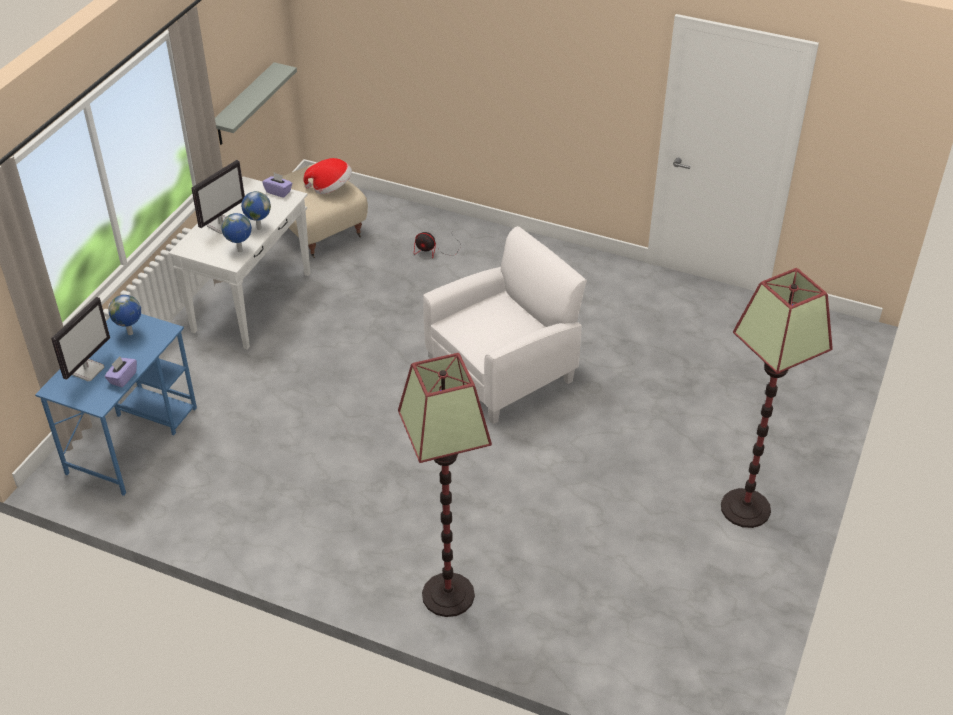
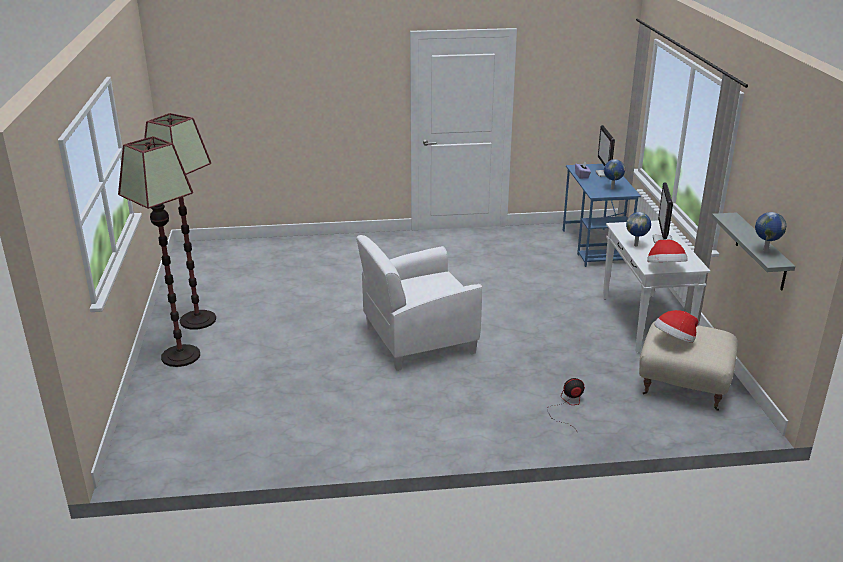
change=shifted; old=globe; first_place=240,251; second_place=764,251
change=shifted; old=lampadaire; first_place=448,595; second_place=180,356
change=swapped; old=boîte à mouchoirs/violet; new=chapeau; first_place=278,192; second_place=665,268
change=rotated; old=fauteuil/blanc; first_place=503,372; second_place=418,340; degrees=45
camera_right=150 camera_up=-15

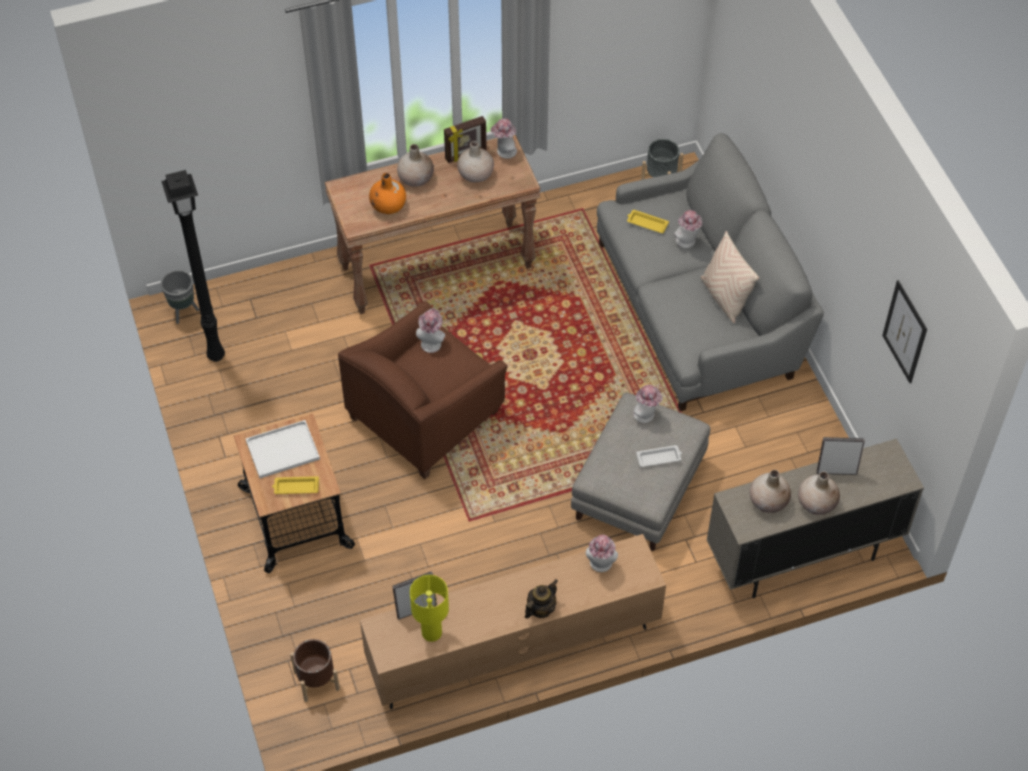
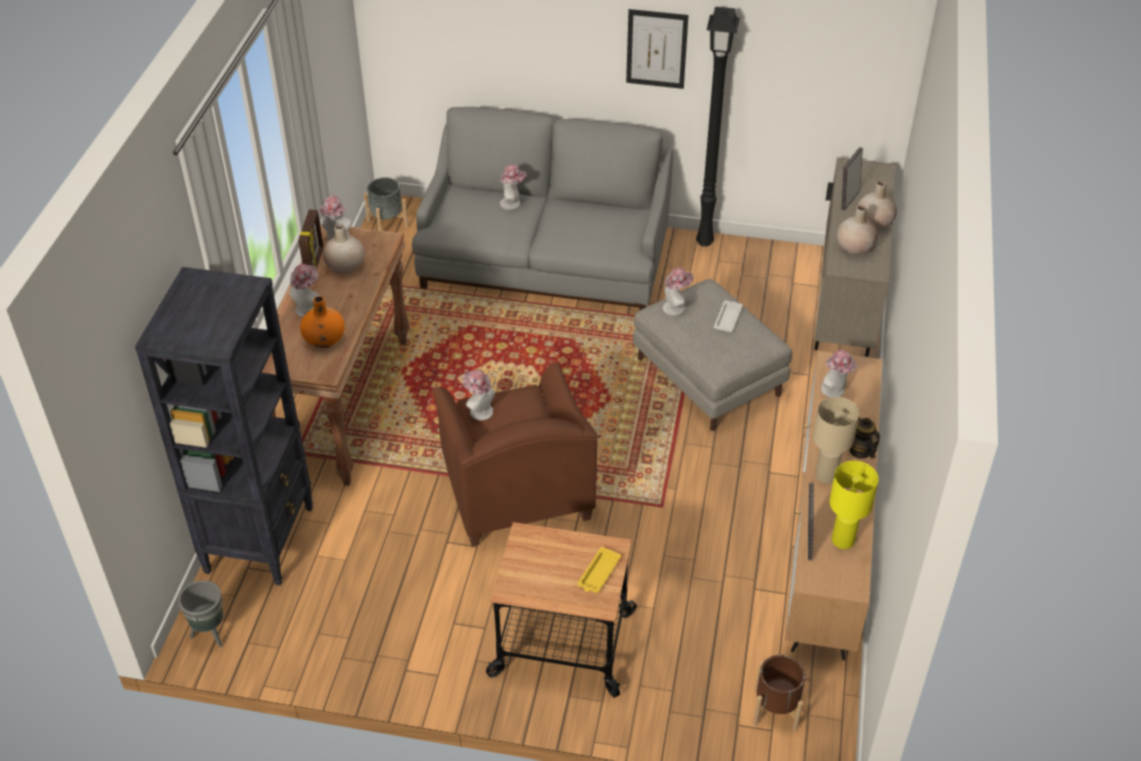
change=gone; old=plateau/blanc; first_place=281,451
change=gone; old=plateau/jaune; first_place=646,223
change=gone; old=coussin/beige; first_place=724,297
change=new; new=bibliothèque/noir; second_place=260,539
change=new; new=lampe de table/beige; second_place=826,475
change=shifted; old=lampadaire/noir; first_place=217,356; second_place=706,241
change=shifted; old=tableau; first_place=905,332; second_place=656,49
change=swapped; old=vase/beige; new=chapeau; first_place=415,178; second_place=308,307
camera_right=-60 camera_up=-10

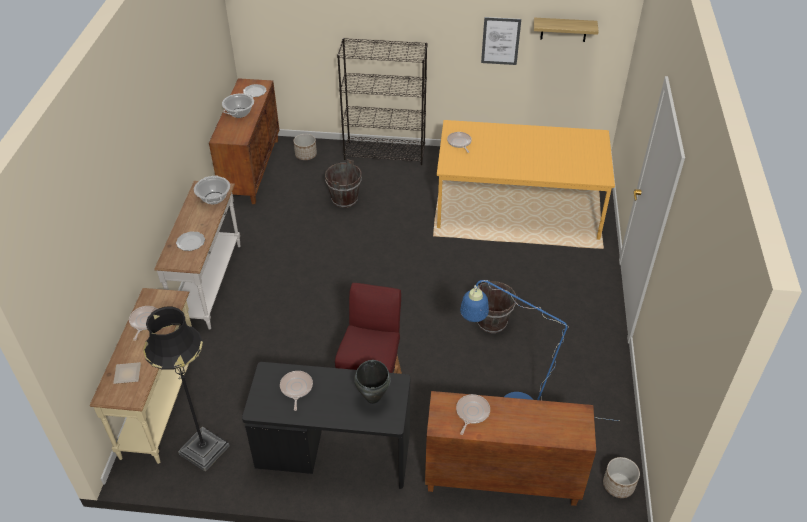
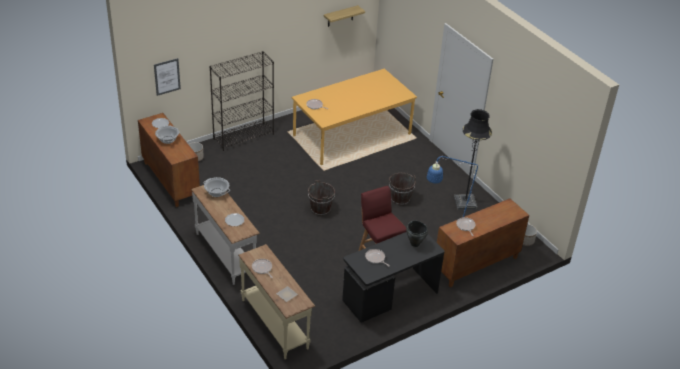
change=shifted; old=lampadaire/noir; first_place=204,450; second_place=465,203
change=shifted; old=seau/marron; first_place=345,199; second_place=320,209
change=shifted; old=tableau; first_place=500,41; second_place=167,76
camera_right=-40 camera_up=-5

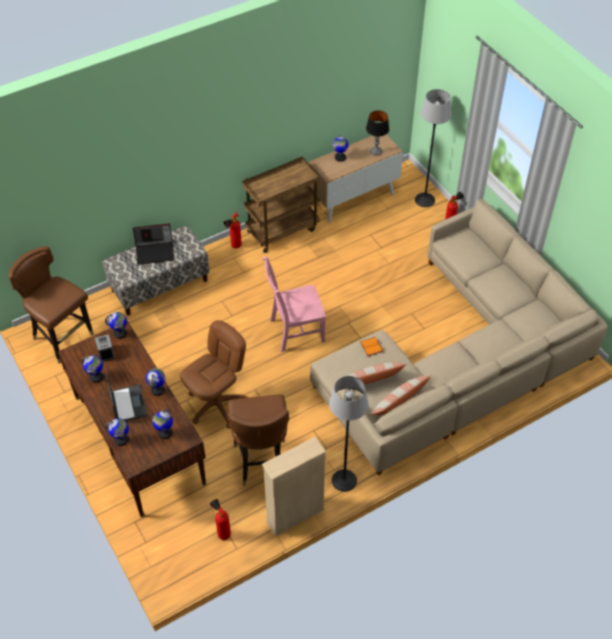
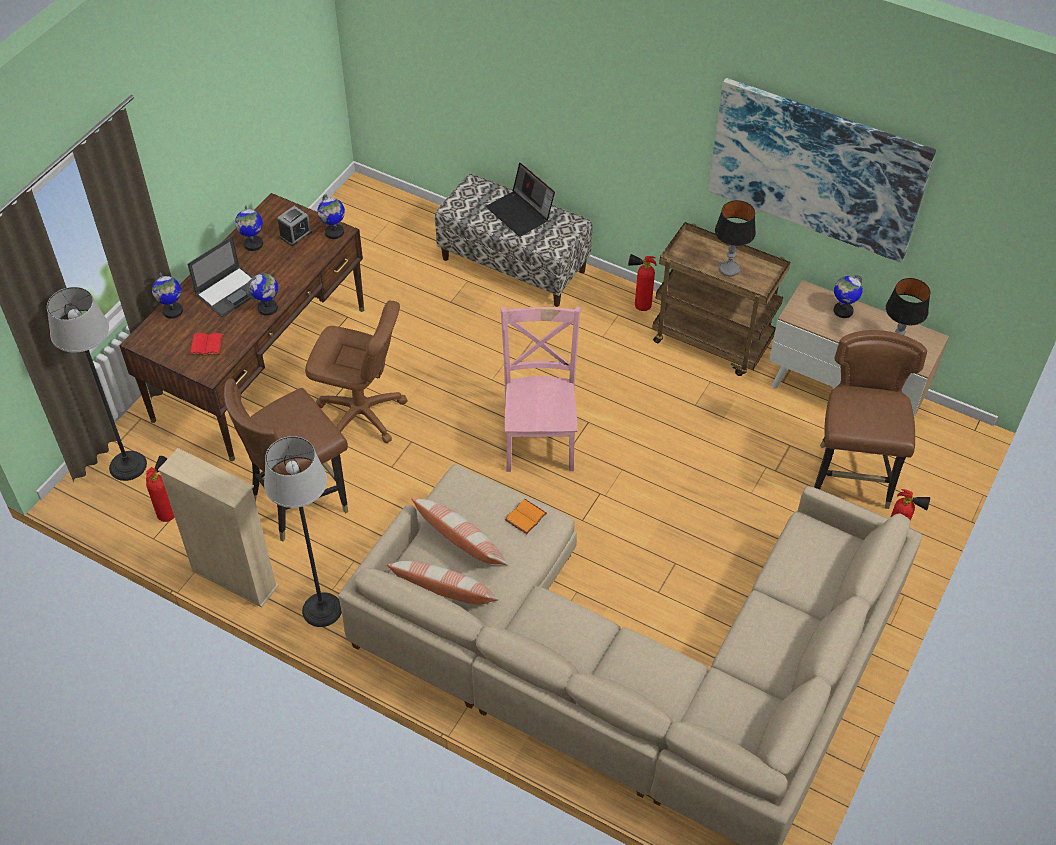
change=new; new=tableau; second_place=816,169
change=new; new=lampe de table; second_place=729,269
change=shifted; old=chaise/marron; first_place=63,339; second_place=850,478
change=shifted; old=lampadaire; first_place=424,200; second_place=127,465
change=swapped; old=globe; new=livre/rouge; first_place=165,433; second_place=205,346
change=rotated; old=chaise/rose; first_place=294,331; second_place=540,438; degrees=45
camera_right=60 camera_up=0

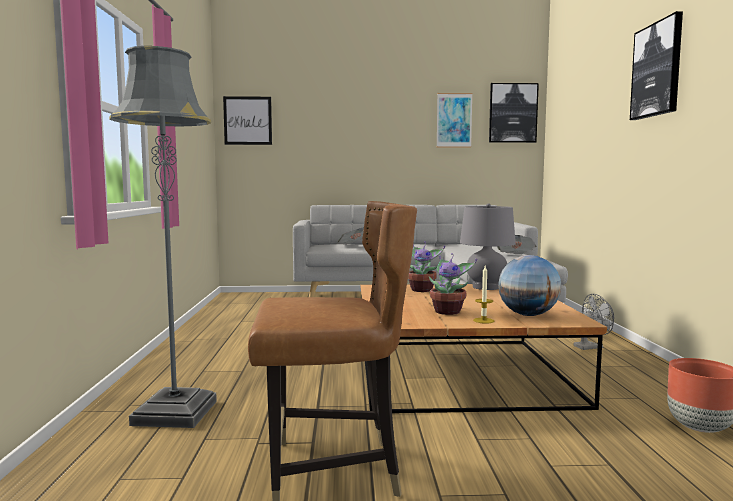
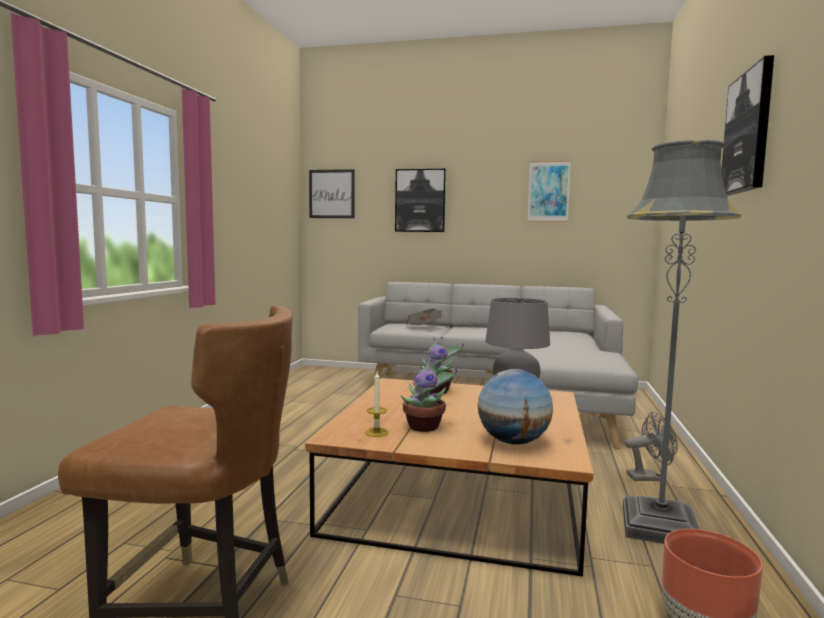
change=gone; old=journal; first_place=515,256
change=shifted; old=lampadaire/gris; first_place=175,413; second_place=659,526
change=shifted; old=bougie; first_place=483,320; second_place=376,432
change=shifted; old=tableau; first_place=512,113; second_place=420,200
camera_right=15 camera_up=0

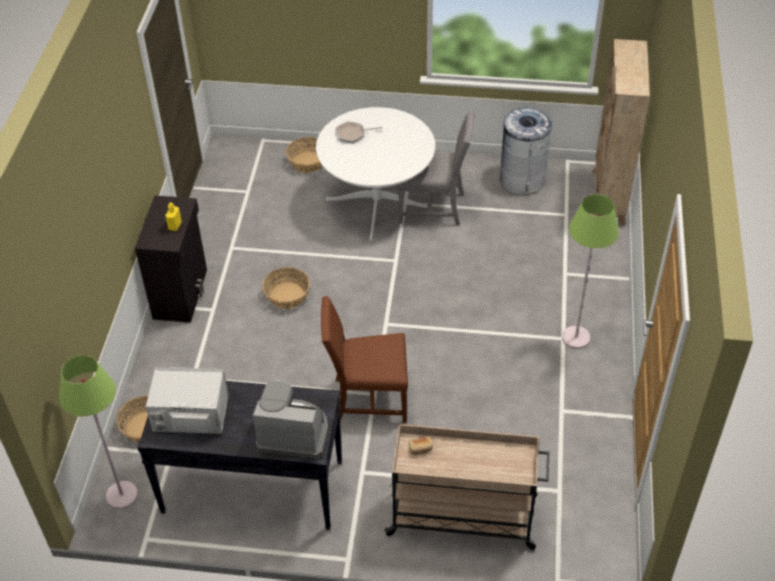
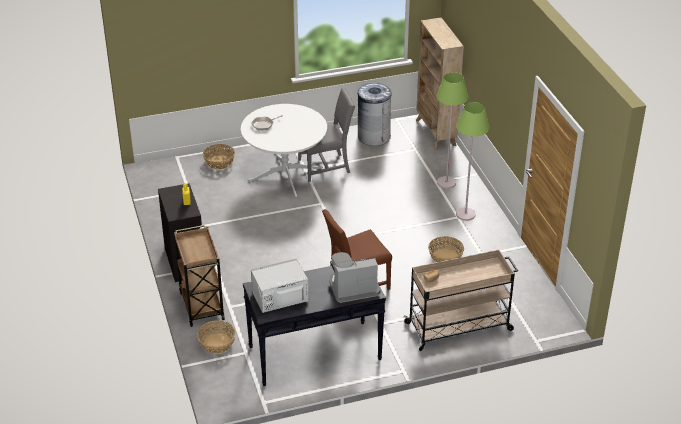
change=new; new=chariot/marron; second_place=201,305
change=shifted; old=lampadaire/vert; first_place=122,495; second_place=446,182
change=shifted; old=panier; first_place=287,295; second_place=445,257
camera_right=-25 camera_up=-10

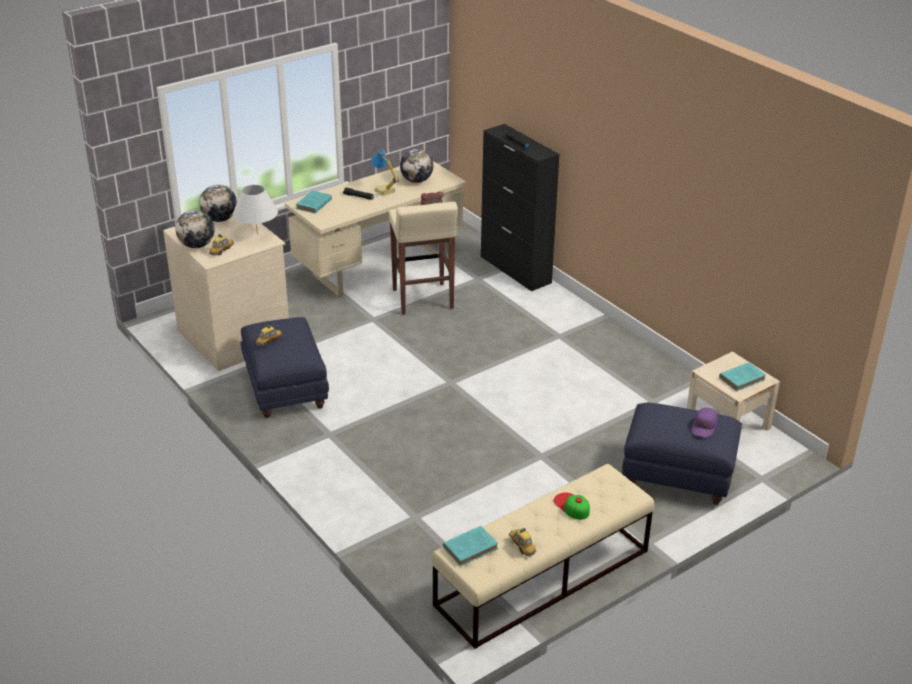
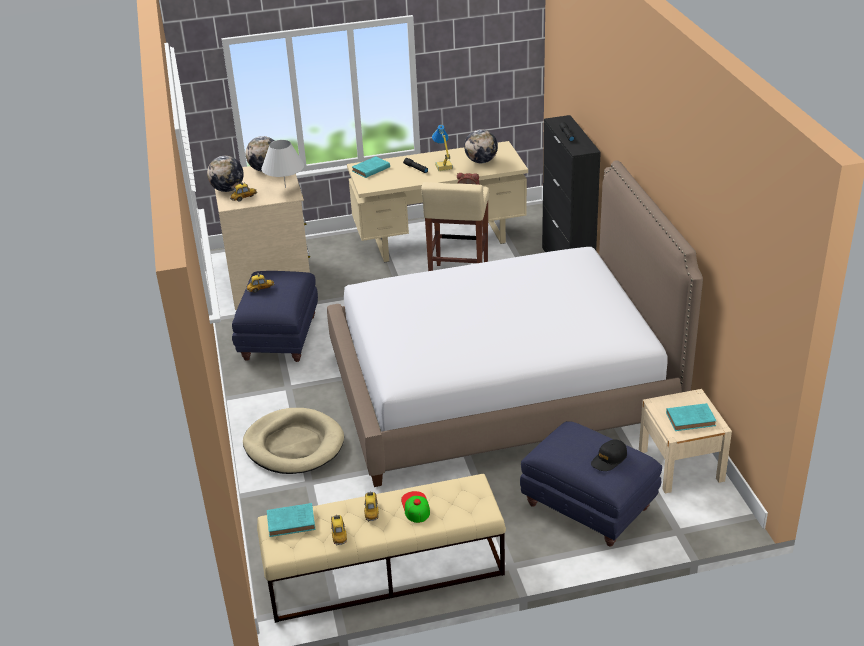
change=new; new=panier pour chien/beige; second_place=294,445
change=new; new=lit; second_place=501,390
change=new; new=petite voiture; second_place=371,510
change=repainted; old=casquette/violet; new=casquette/noir; first_place=704,426; second_place=609,459
camera_right=25 camera_up=0

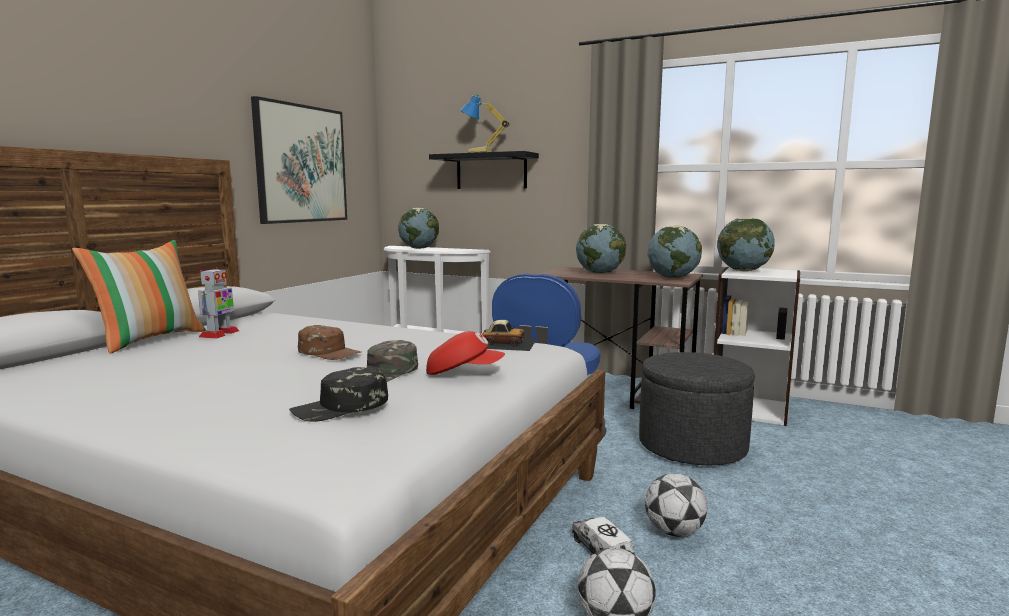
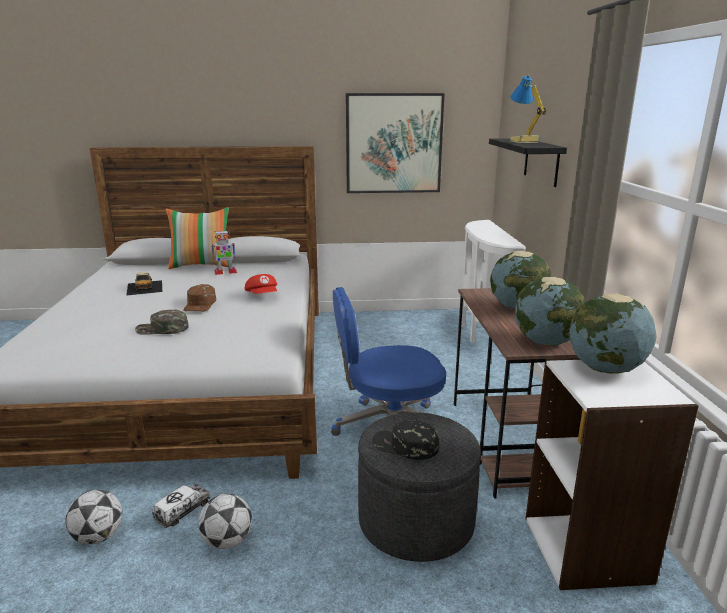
change=gone; old=globe; first_place=419,248
change=shifted; old=casquette/noir; first_place=341,407; second_place=405,446
change=shifted; old=casquette/rouge; first_place=463,373; second_place=263,296
change=shifted; old=petite voiture; first_place=503,343; second_place=145,287
camera_right=60 camera_up=10

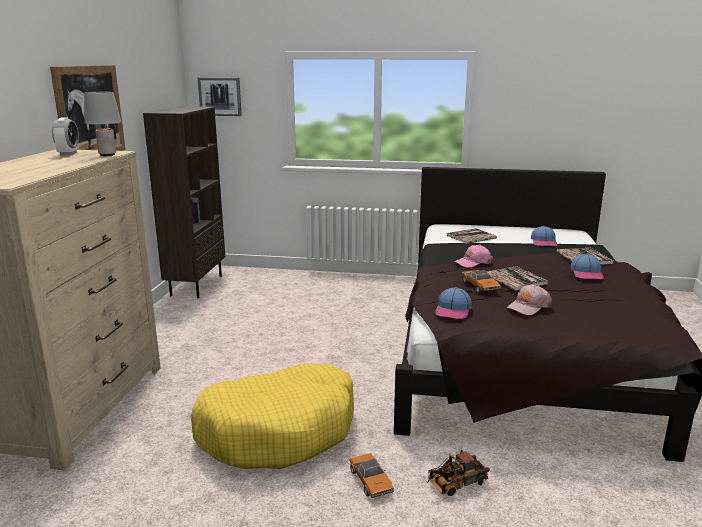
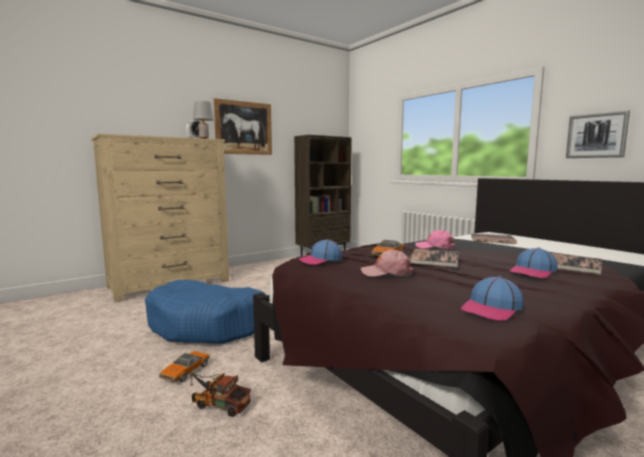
change=shifted; old=tableau; first_place=220,96; second_place=596,136
change=shifted; old=casquette; first_place=544,242; second_place=492,309
change=repainted; old=panier pour chien/jaune; new=panier pour chien/bleu; first_place=279,430; second_place=209,325
camera_right=45 camera_up=-10

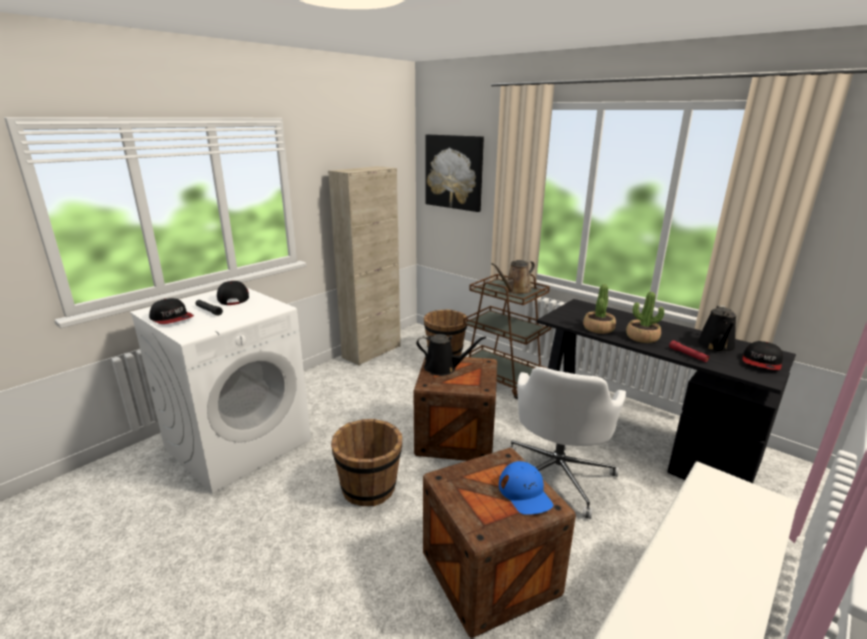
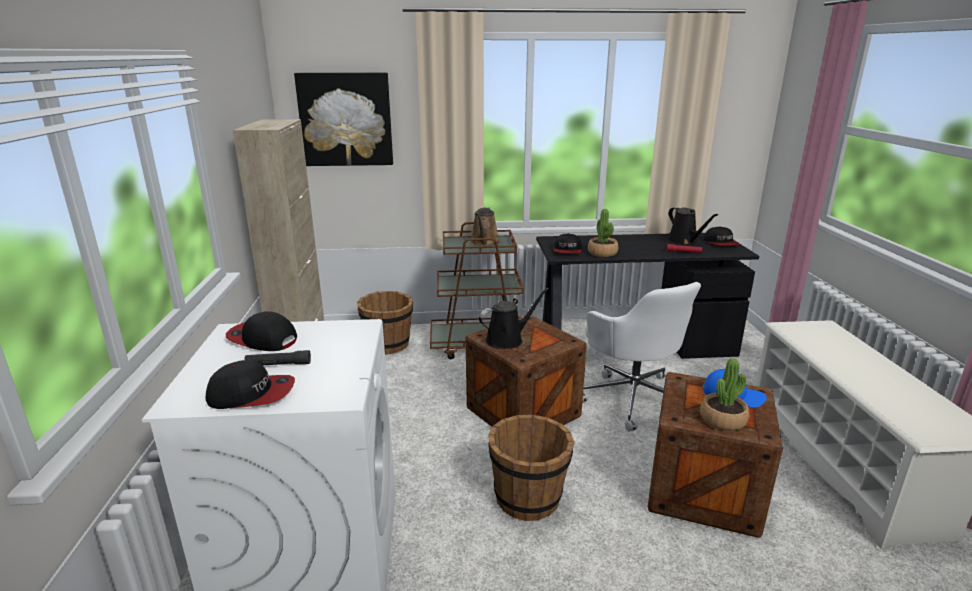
change=new; new=casquette; second_place=567,250
change=shifted; old=plante en pot; first_place=642,337; second_place=722,420
camera_right=-45 camera_up=0

